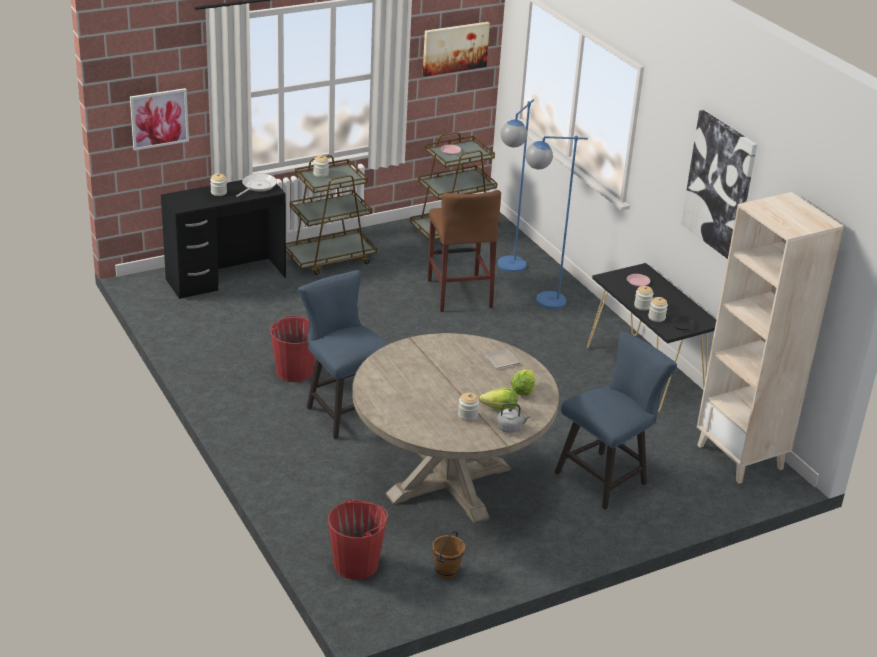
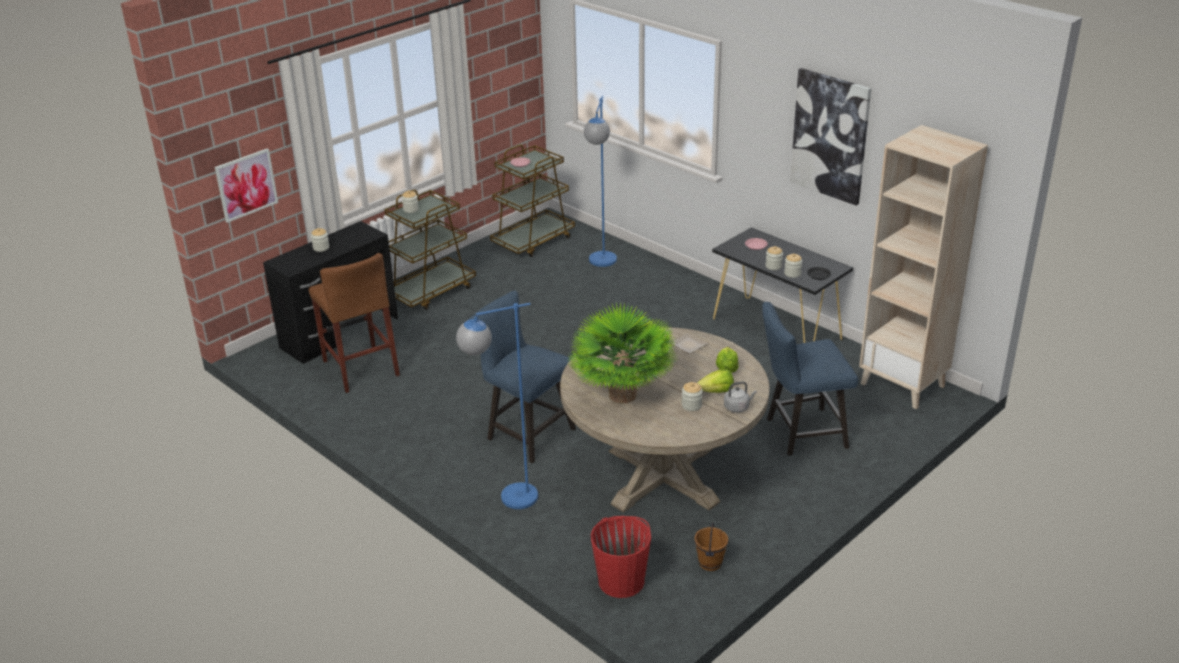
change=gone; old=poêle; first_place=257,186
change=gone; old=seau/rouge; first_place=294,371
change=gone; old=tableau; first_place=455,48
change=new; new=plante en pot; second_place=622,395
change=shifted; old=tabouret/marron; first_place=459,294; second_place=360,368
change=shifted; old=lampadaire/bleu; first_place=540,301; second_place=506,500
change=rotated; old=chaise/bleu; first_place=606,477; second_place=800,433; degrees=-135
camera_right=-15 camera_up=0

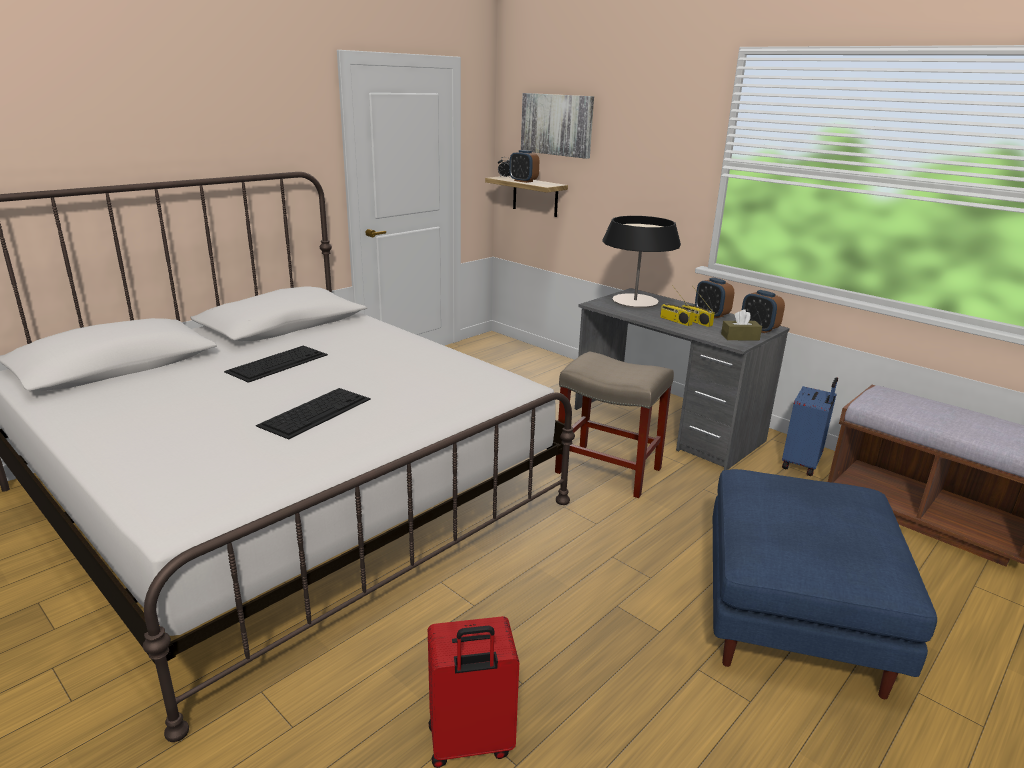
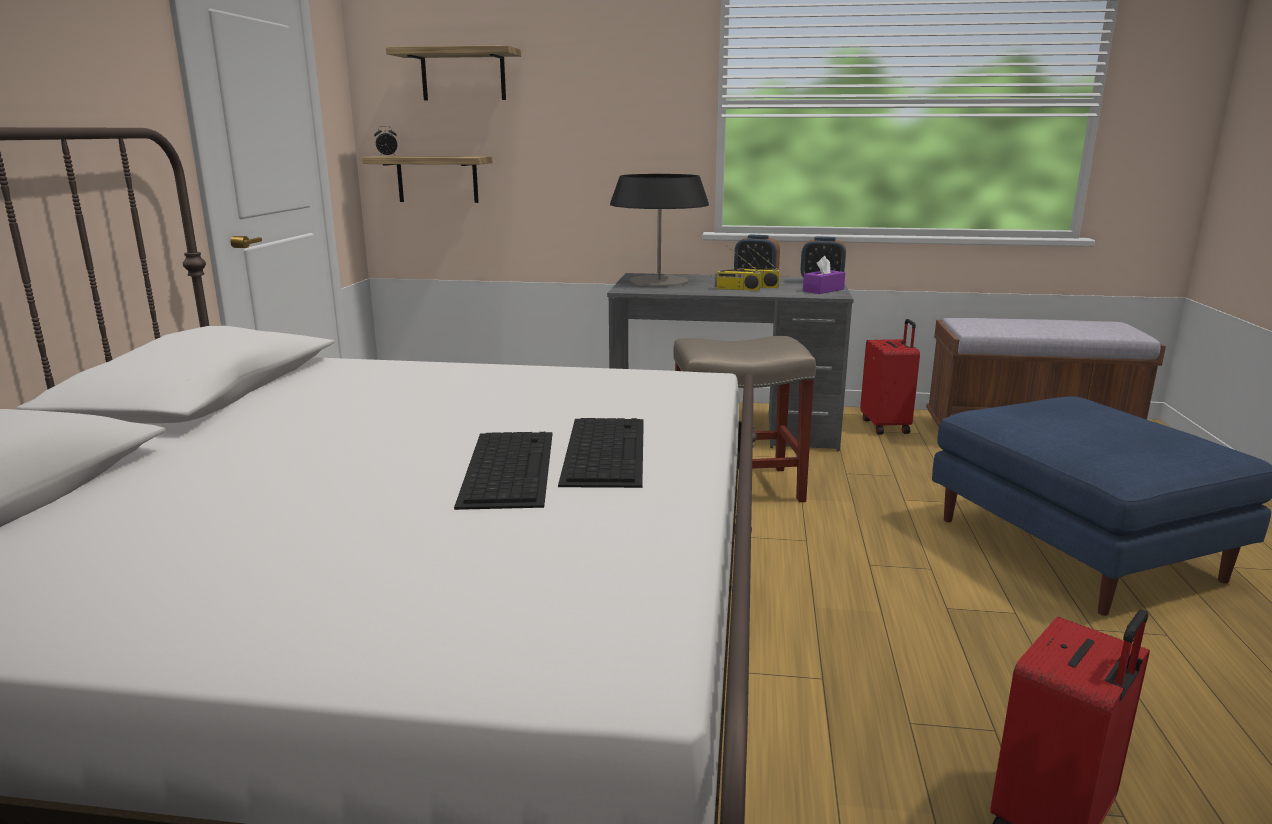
change=gone; old=réveil; first_place=523,181
change=shifted; old=clavier; first_place=278,362; second_place=604,450
change=swapped; old=tableau; new=étagère; first_place=557,125; second_place=463,75
change=repainted; old=boîte à mouchoirs/marron; new=boîte à mouchoirs/violet; first_place=740,337; second_place=823,290
change=repainted; old=valise/bleu; new=valise/rouge; first_place=802,464; second_place=886,426
camera_right=-35 camera_up=-5

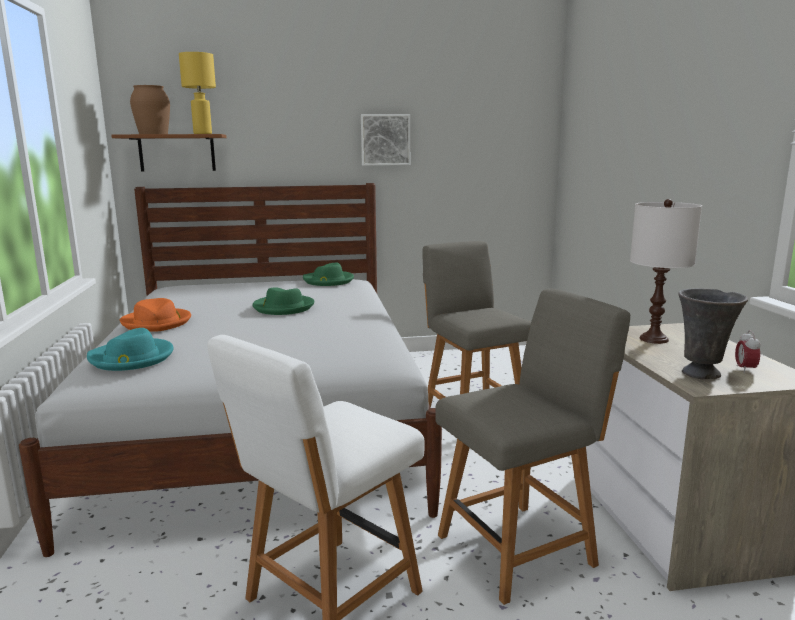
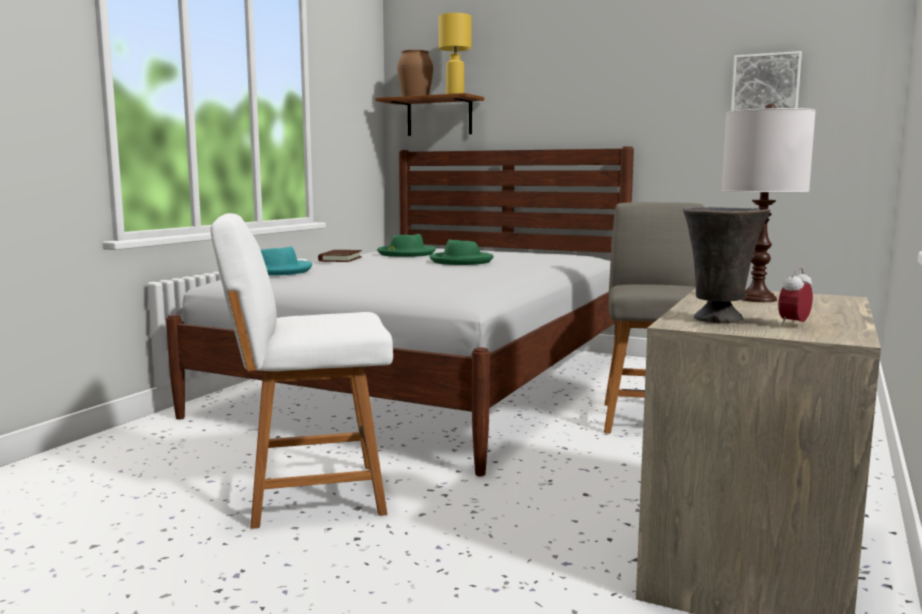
change=gone; old=chaise/gris; first_place=520,548
change=shifted; old=chapeau/vert; first_place=328,281; second_place=406,254
change=shifted; old=tableau; first_place=385,140; second_place=765,86
change=swapped; old=chapeau/orange; new=livre/marron; first_place=157,323; second_place=340,259
camera_right=35 camera_up=-5

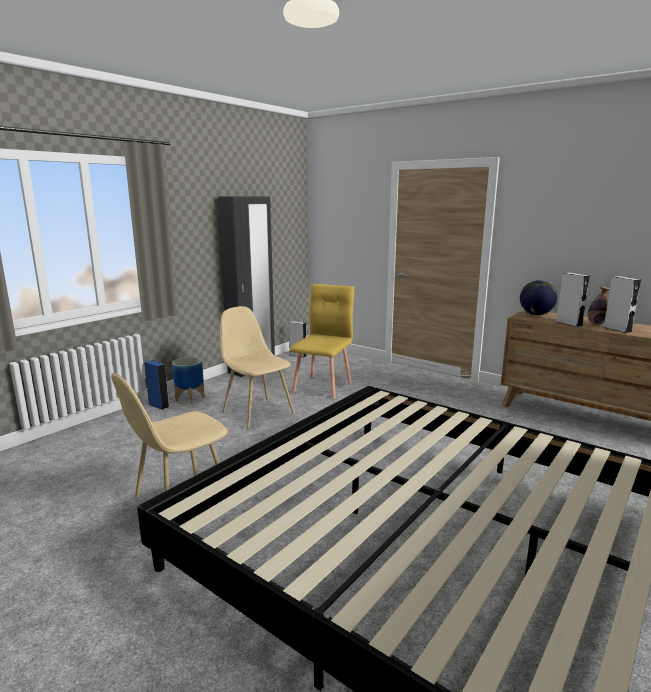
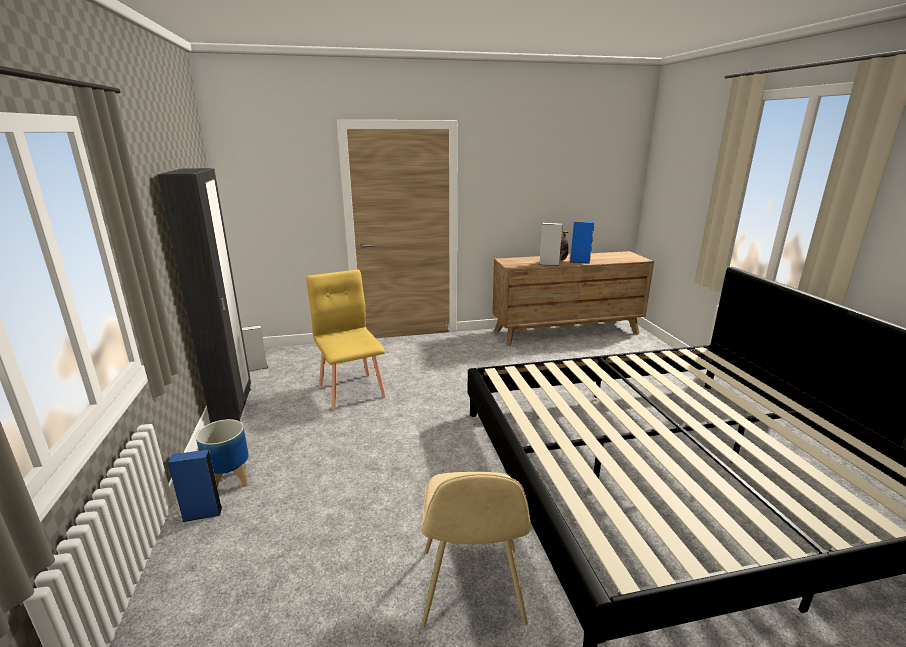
change=gone; old=chaise/beige; first_place=257,412
change=gone; old=globe; first_place=536,314
change=repainted; old=enceinte/gris; new=enceinte/bleu; first_place=617,329; second_place=580,261
camera_right=-50 camera_up=5

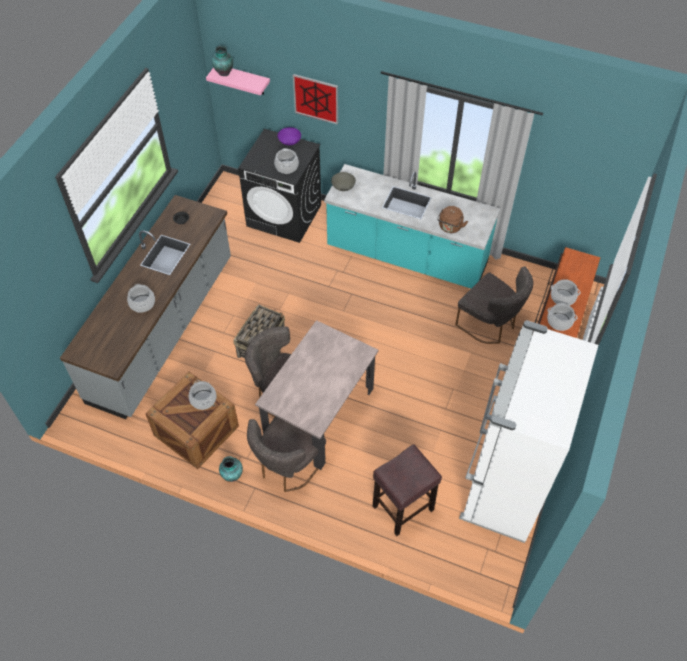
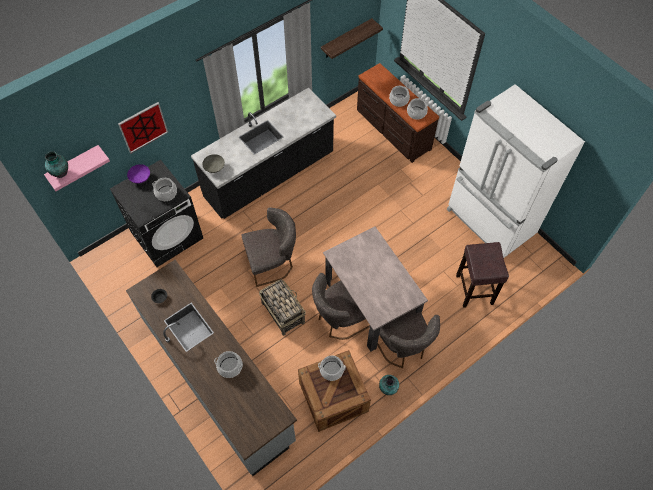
change=gone; old=bouilloire/marron; first_place=450,227
change=new; new=étagère; second_place=346,39
change=shifted; old=chaise/gris; first_place=490,324; second_place=272,263
change=repainted; old=comptoir de cuisine/turquoise; new=comptoir de cuisine/noir; first_place=406,257; second_place=269,176
camera_right=-60 camera_up=5

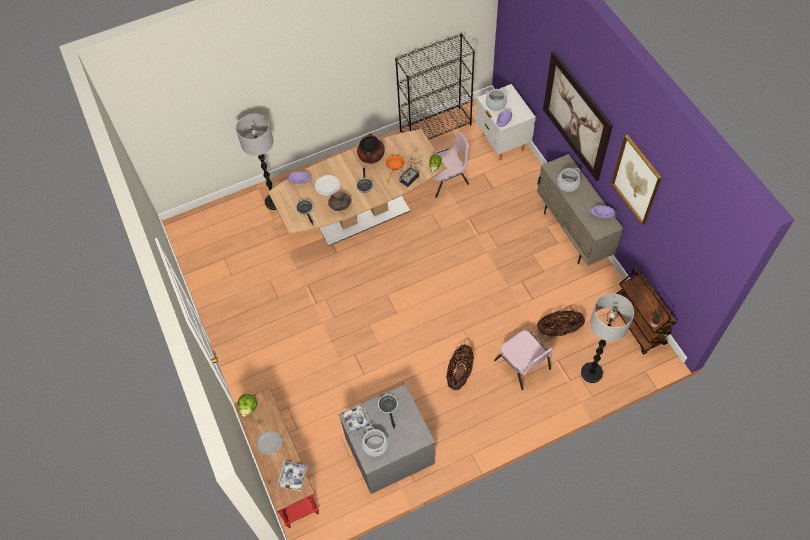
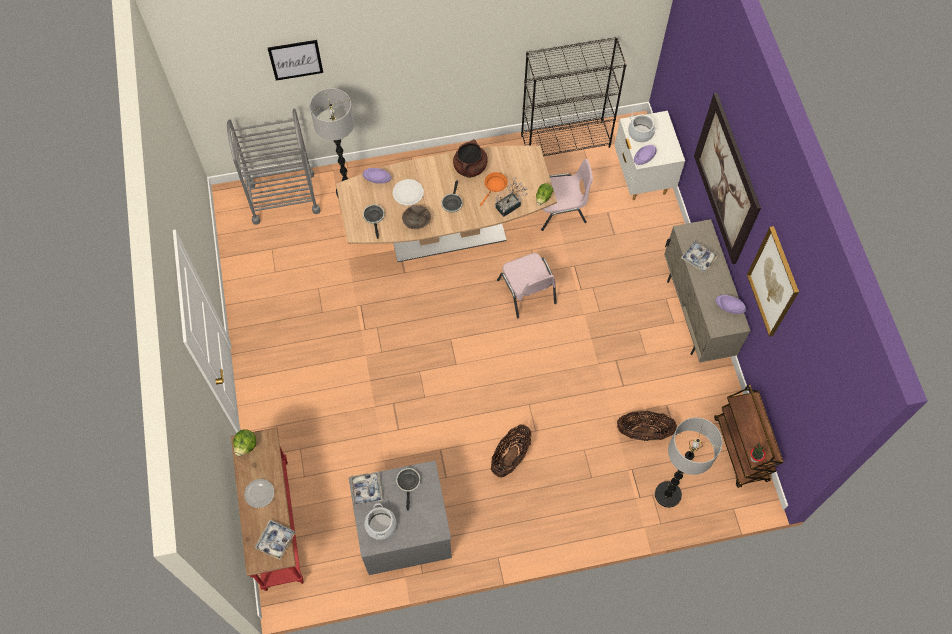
change=new; new=chariot/gris; second_place=283,197
change=new; new=tableau; second_place=295,59
change=shifted; old=chaise/rose; first_place=523,365; second_place=527,292
change=swapped; old=marmite; new=plateau; first_place=568,184; second_place=698,258
camera_right=10 camera_up=5

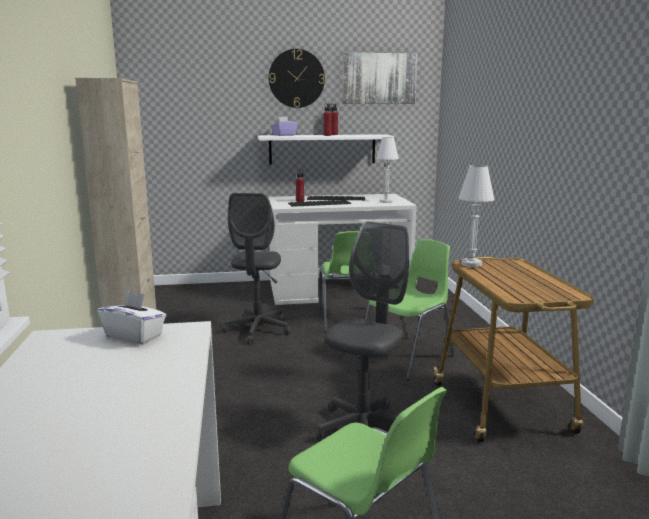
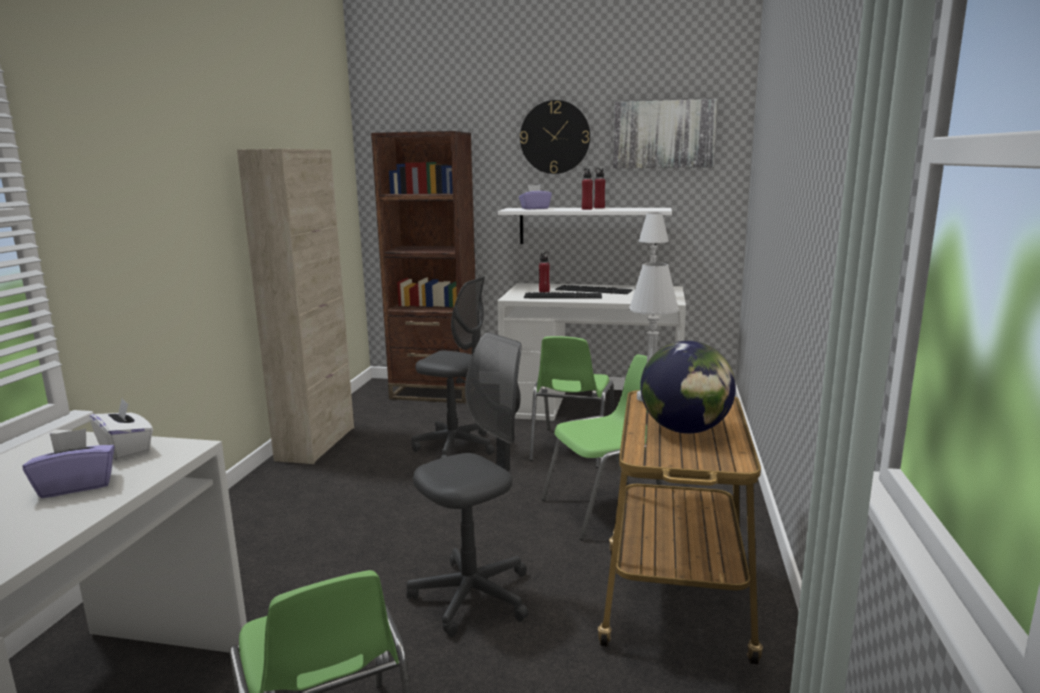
change=new; new=boîte à mouchoirs/violet; second_place=77,485
change=new; new=bibliothèque/marron; second_place=435,392
change=new; new=globe; second_place=685,430
change=rotated; old=chaise de bureau/gris; first_place=258,330; second_place=455,447; degrees=-90
camera_right=20 camera_up=0

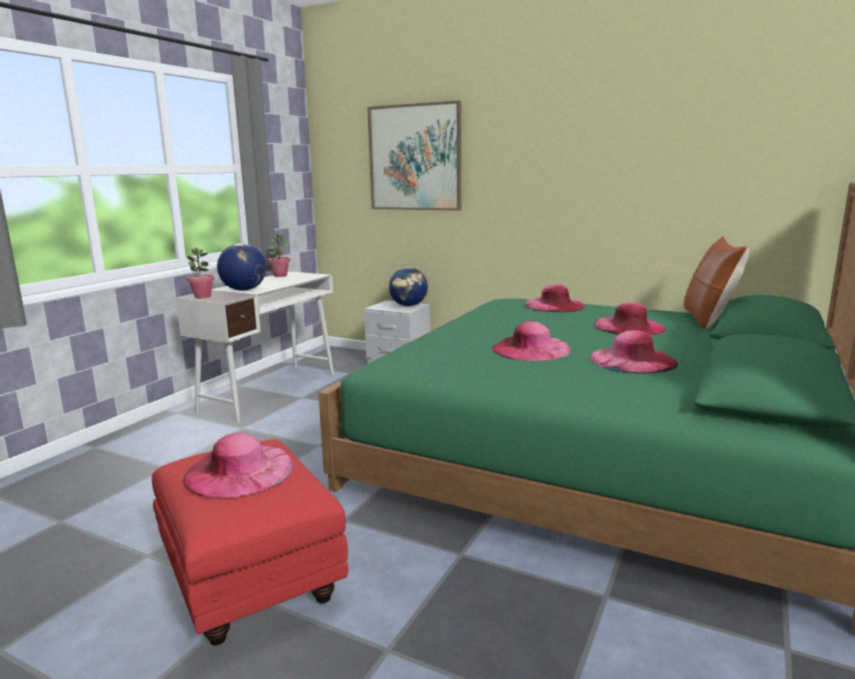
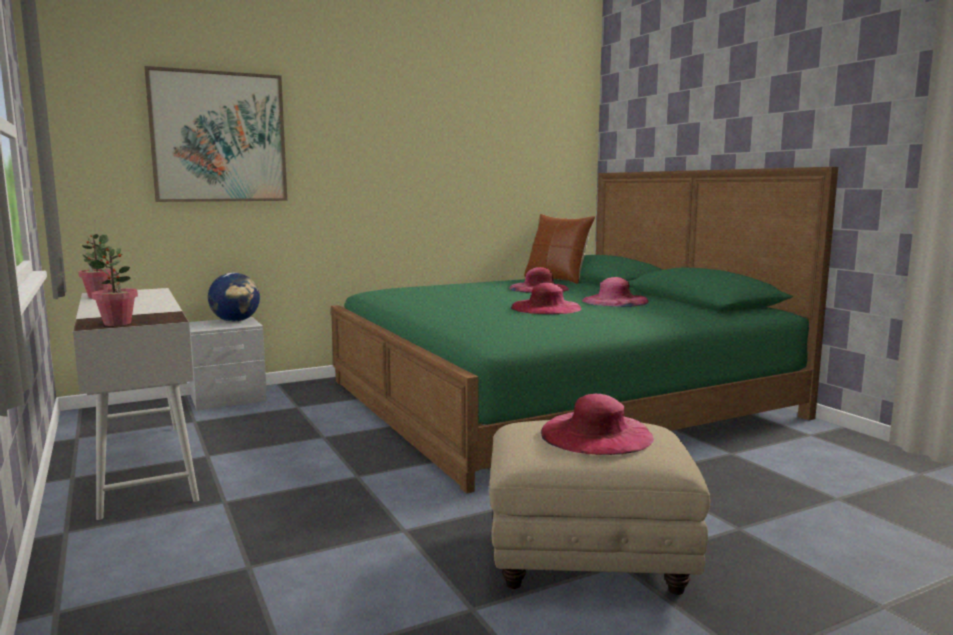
change=gone; old=globe; first_place=244,290
change=gone; old=chapeau/rose; first_place=554,305
change=repainted; old=pouf/rouge; new=pouf/beige; first_place=250,578; second_place=586,560
camera_right=-55 camera_up=-5

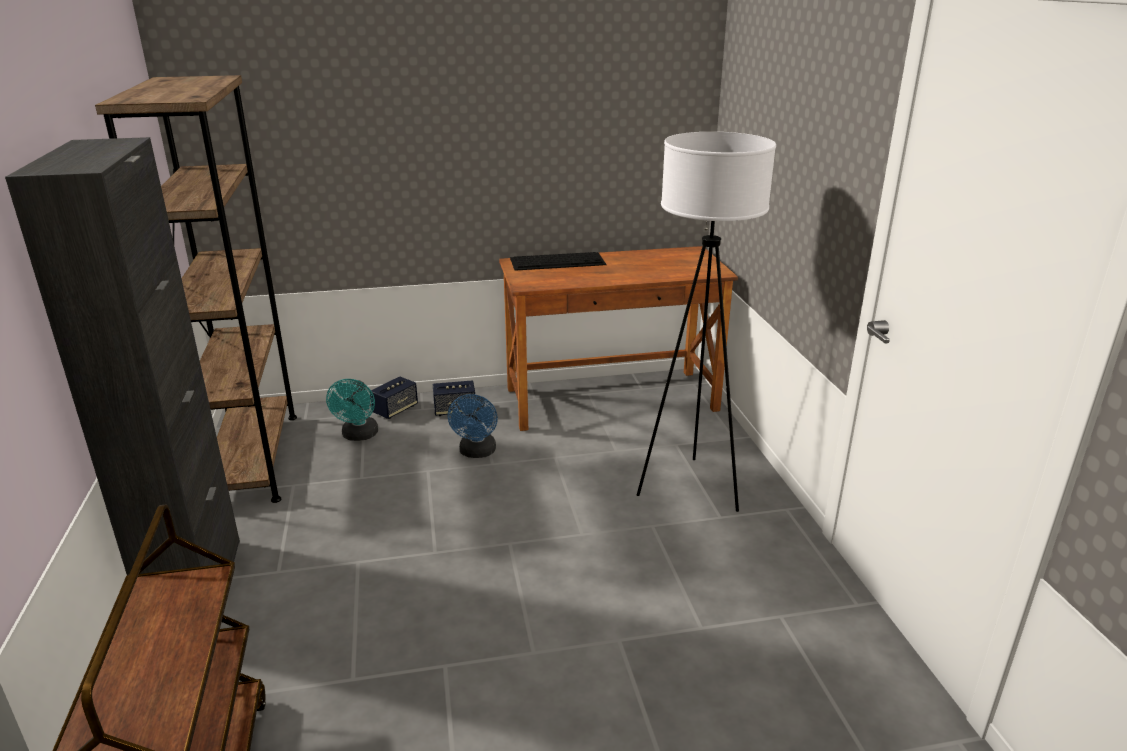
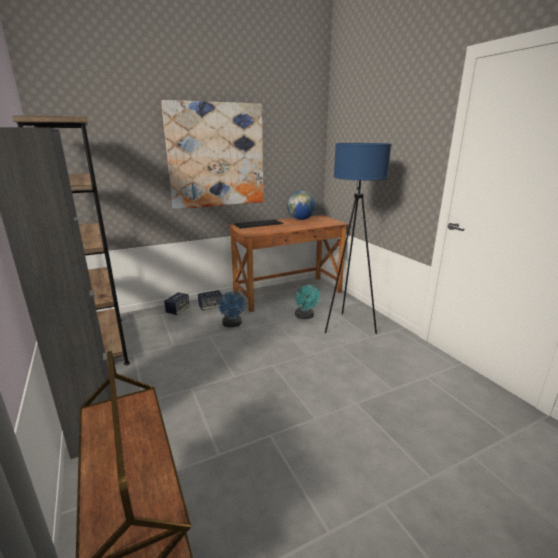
change=new; new=tableau; second_place=216,156
change=new; new=globe; second_place=301,219
change=shifted; old=ventilateur/turquoise; first_place=359,436; second_place=305,317
change=repainted; old=lampadaire/blanc; new=lampadaire/bleu; first_place=690,488; second_place=348,326
camera_right=-15 camera_up=-5

